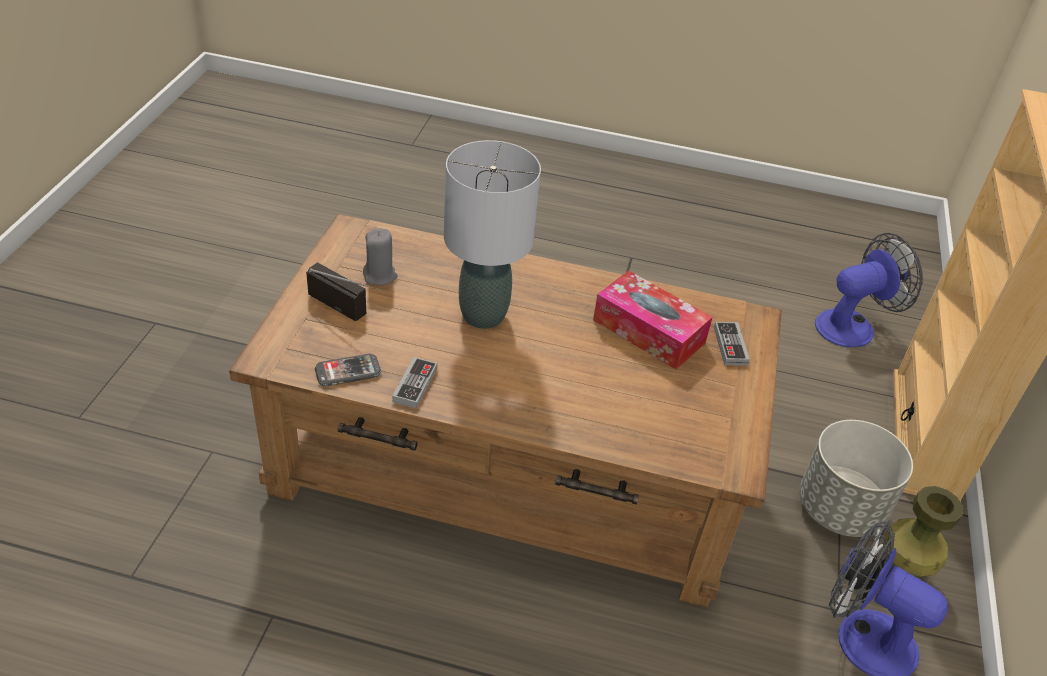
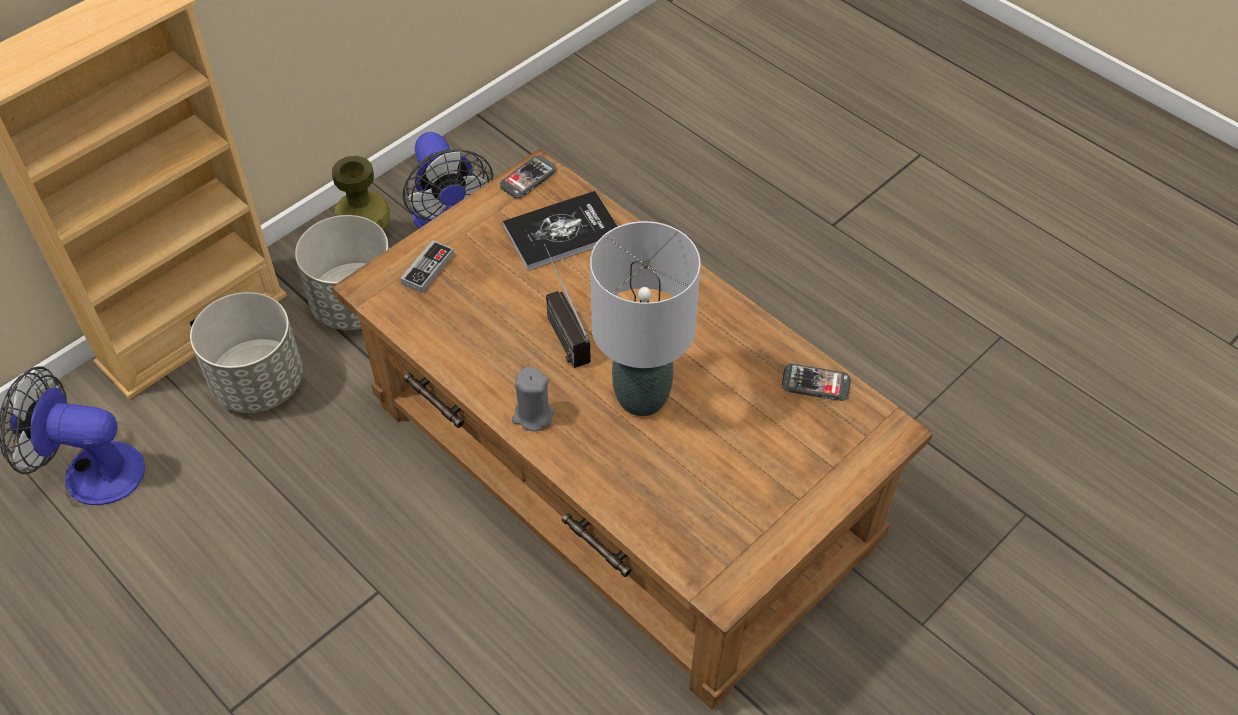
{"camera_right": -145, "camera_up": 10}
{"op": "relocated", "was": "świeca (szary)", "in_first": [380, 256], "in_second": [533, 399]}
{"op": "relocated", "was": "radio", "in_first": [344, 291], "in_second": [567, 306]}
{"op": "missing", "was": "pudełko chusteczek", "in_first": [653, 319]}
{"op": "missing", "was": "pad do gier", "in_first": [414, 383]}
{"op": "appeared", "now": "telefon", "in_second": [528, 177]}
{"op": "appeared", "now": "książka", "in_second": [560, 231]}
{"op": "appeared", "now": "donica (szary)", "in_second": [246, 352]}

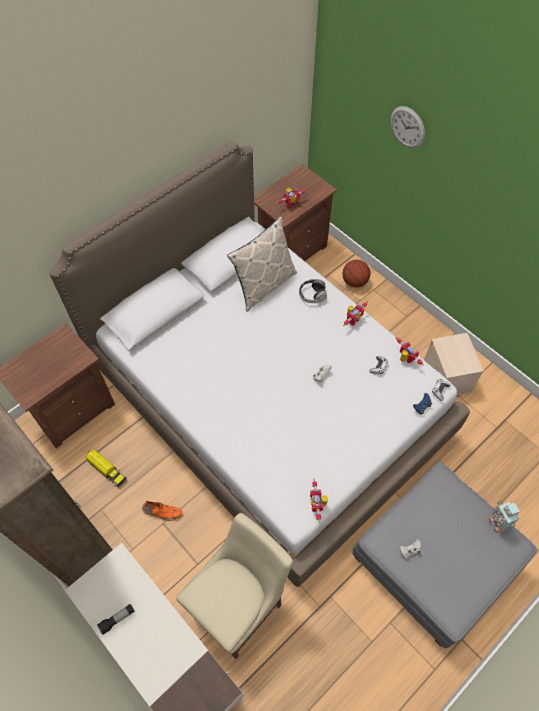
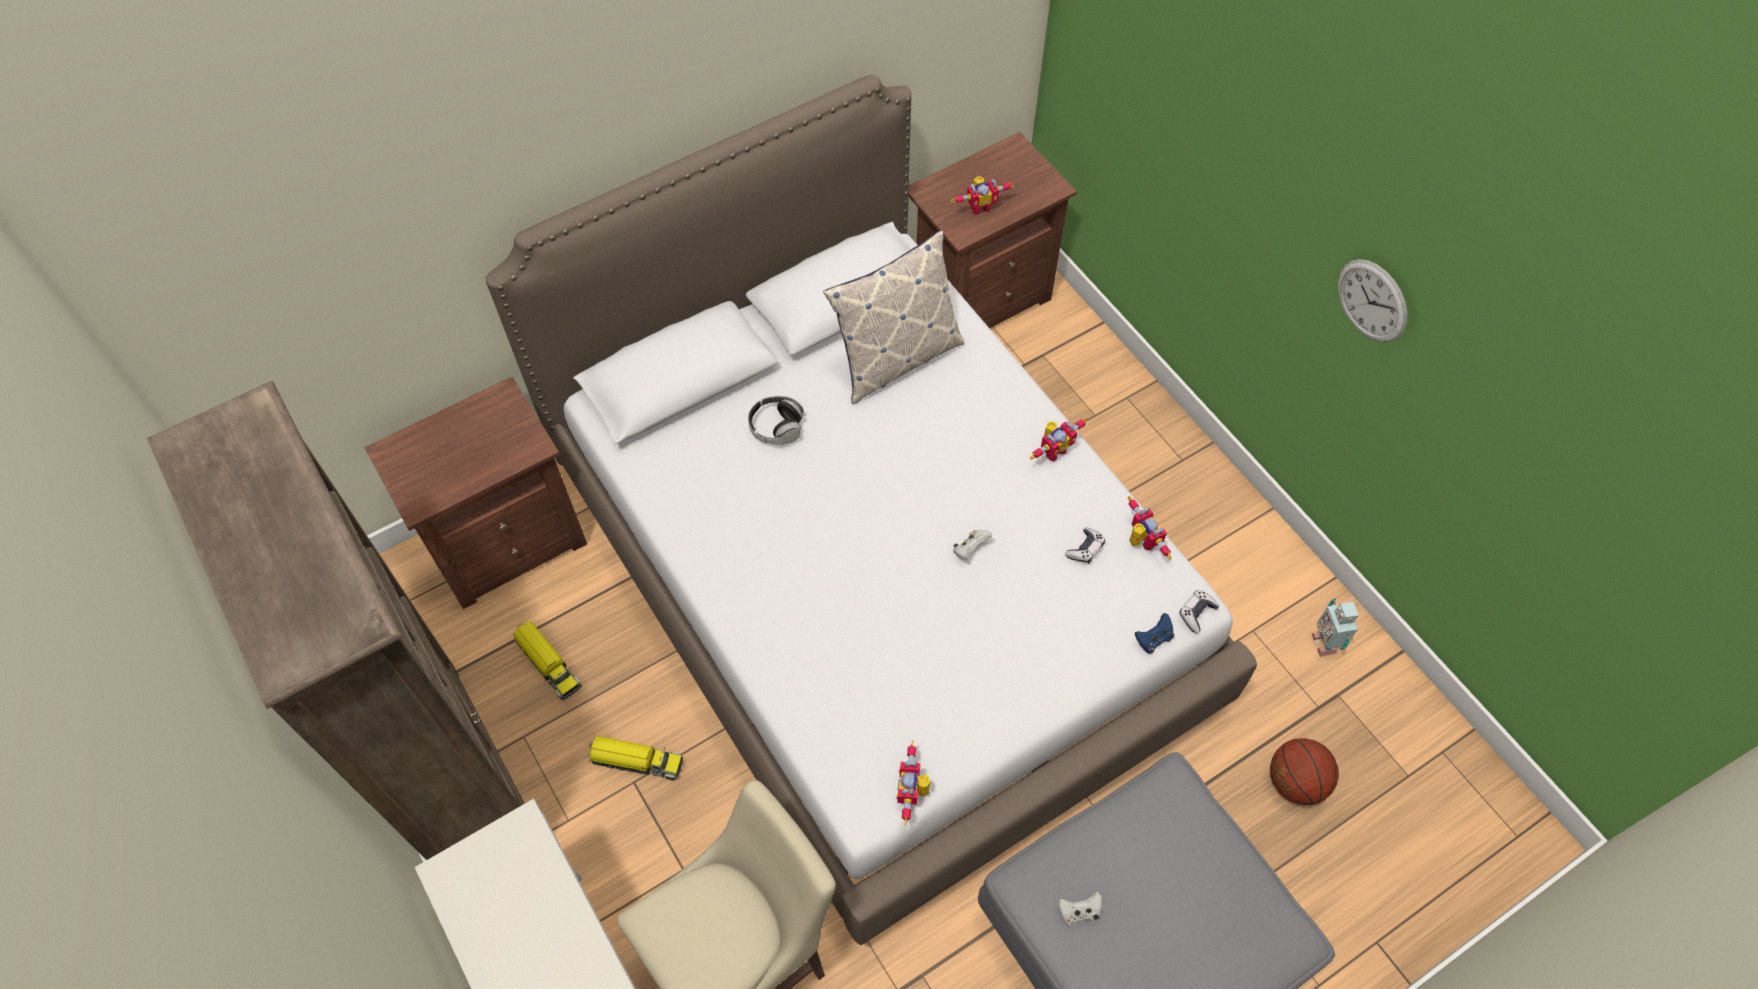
{"camera_right": 10, "camera_up": 0}
{"op": "relocated", "was": "zegar ścienny", "in_first": [407, 127], "in_second": [1372, 301]}
{"op": "relocated", "was": "piłka do koszykówki", "in_first": [356, 274], "in_second": [1304, 771]}
{"op": "relocated", "was": "słuchawki", "in_first": [313, 291], "in_second": [776, 420]}
{"op": "missing", "was": "pojemnik do przechowywania (beżowy)", "in_first": [454, 364]}
{"op": "relocated", "was": "robot zabawkowy", "in_first": [504, 516], "in_second": [1335, 628]}
{"op": "exchanged", "was": "but (pomarańczowy)", "now": "ciężarówka zabawkowa", "in_first": [162, 511], "in_second": [636, 758]}
{"op": "missing", "was": "latarka", "in_first": [116, 619]}

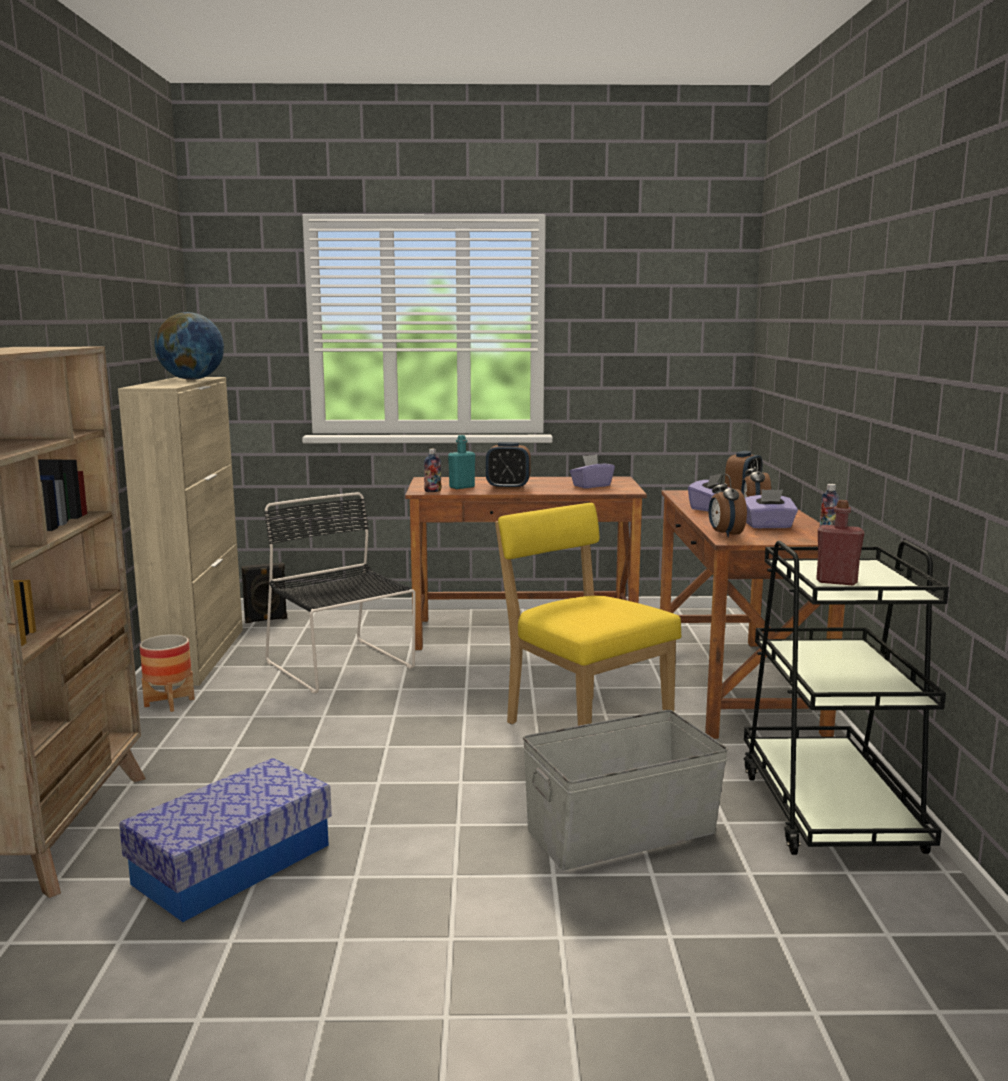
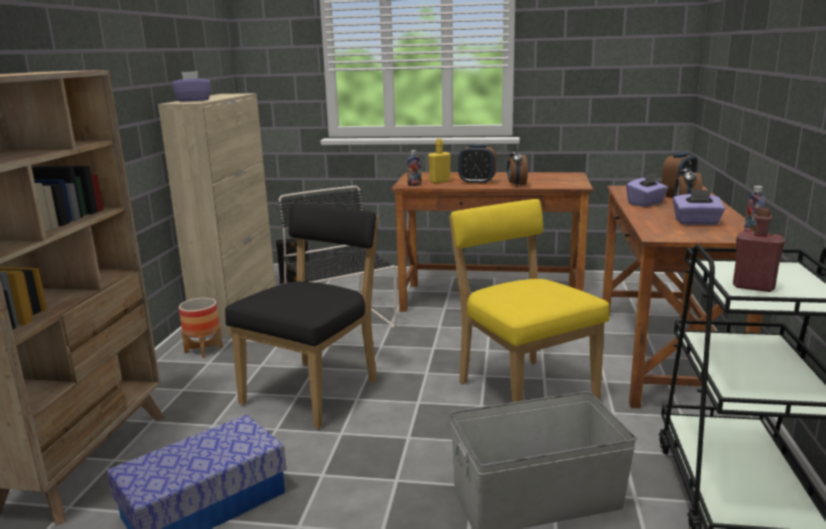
{"camera_right": 10, "camera_up": 5}
{"op": "missing", "was": "globus", "in_first": [189, 346]}
{"op": "colour", "was": "butelka (turkusowy)", "now": "butelka (żółty)", "in_first": [461, 462], "in_second": [439, 161]}
{"op": "relocated", "was": "pudełko chusteczek (fioletowy)", "in_first": [592, 471], "in_second": [191, 86]}
{"op": "relocated", "was": "budzik", "in_first": [728, 505], "in_second": [517, 165]}
{"op": "appeared", "now": "krzesło (czarny)", "in_second": [302, 316]}

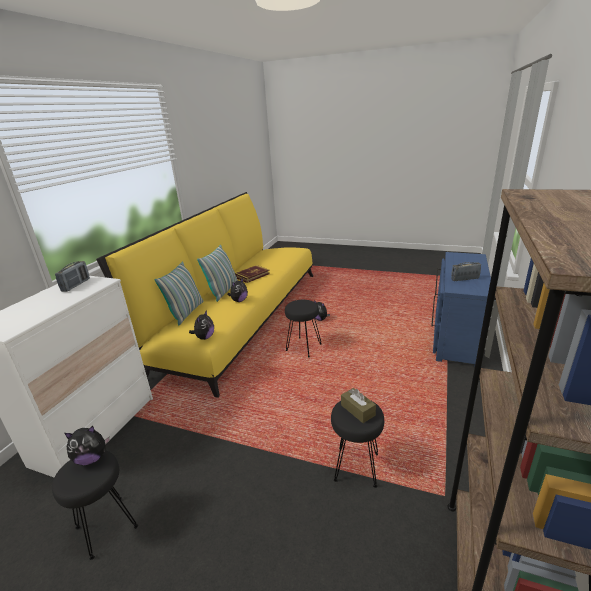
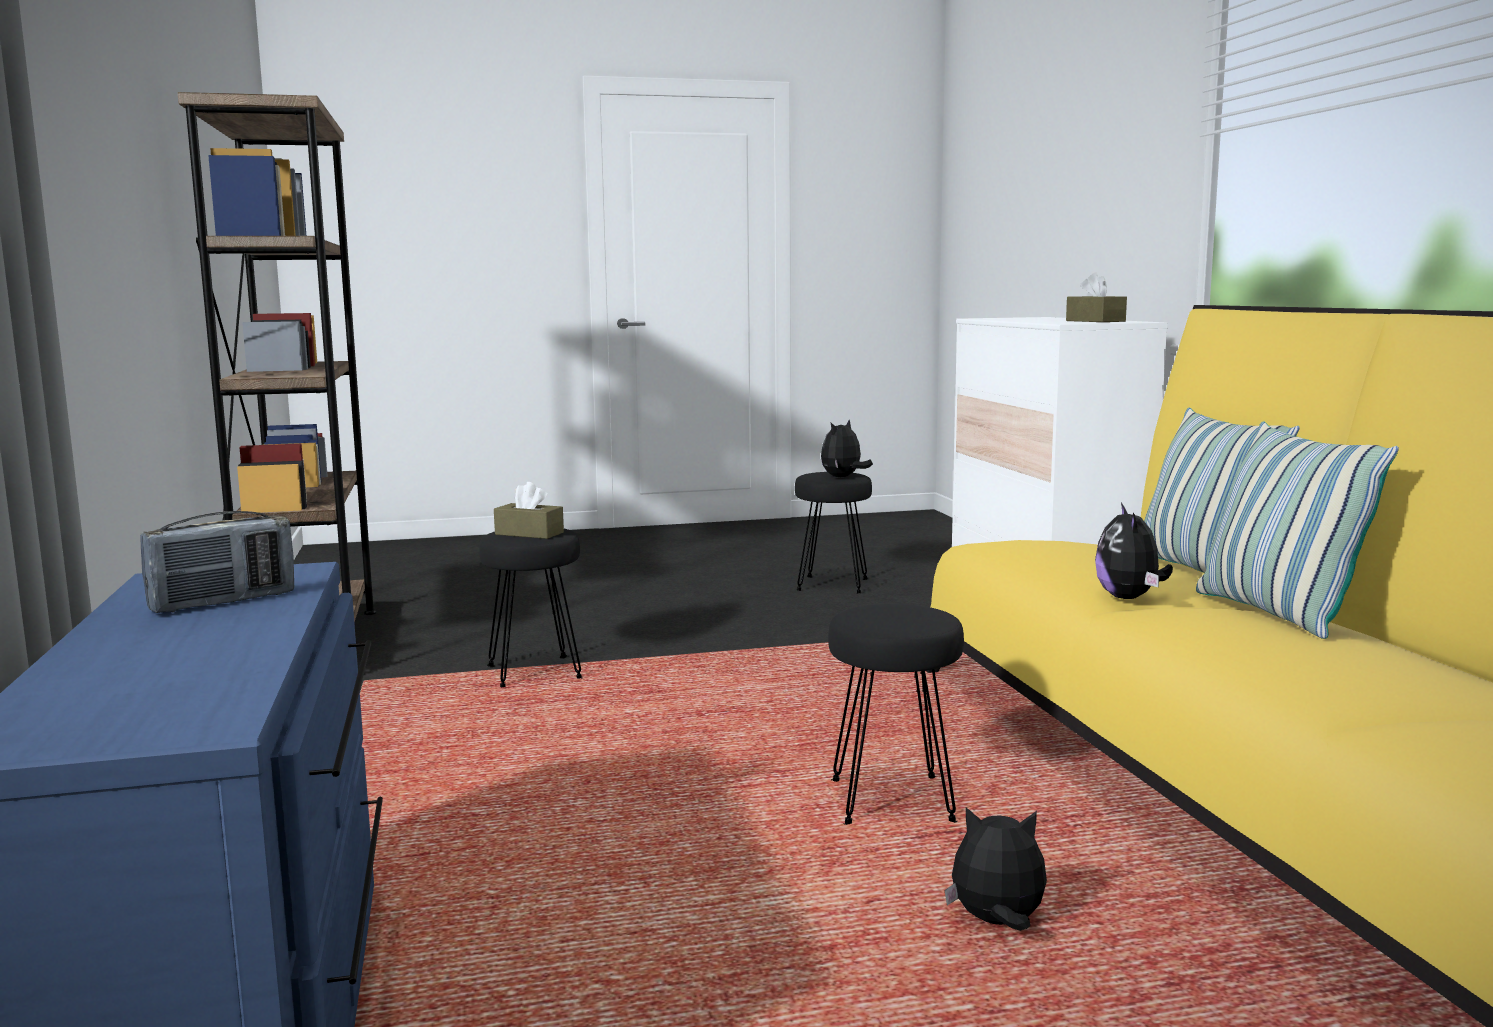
{"camera_right": 145, "camera_up": -15}
{"op": "exchanged", "was": "radio", "now": "pudełko chusteczek (brązowy)", "in_first": [72, 276], "in_second": [1096, 297]}
{"op": "missing", "was": "książka", "in_first": [252, 274]}
{"op": "missing", "was": "pluszak", "in_first": [201, 325]}

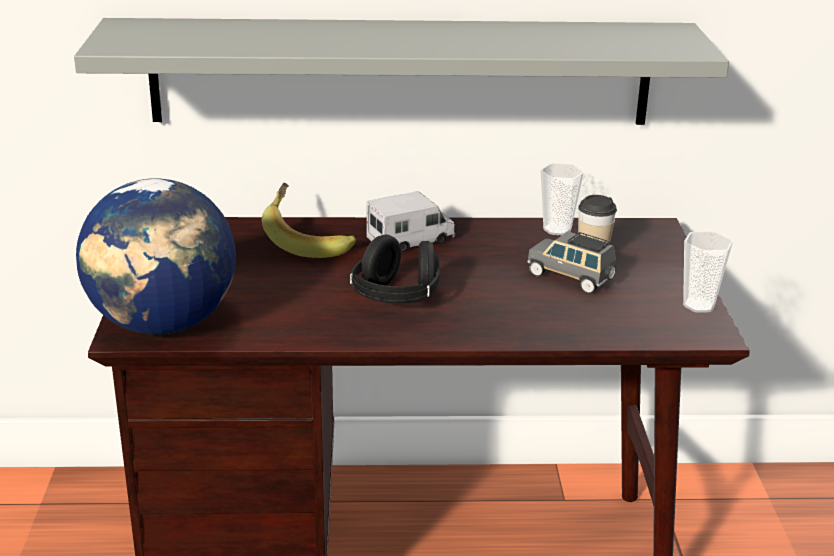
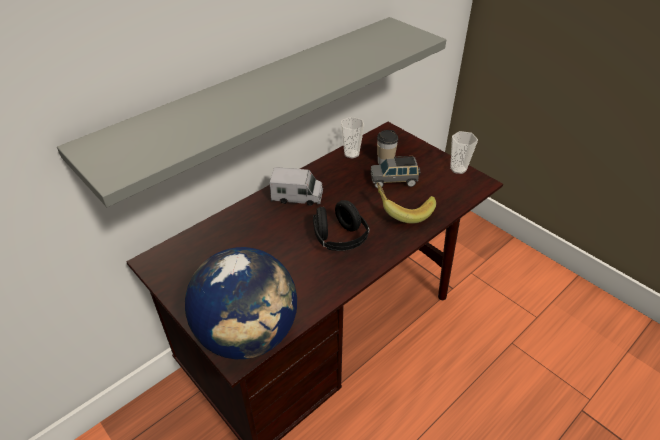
{"camera_right": -40, "camera_up": 15}
{"op": "relocated", "was": "banan", "in_first": [309, 220], "in_second": [406, 203]}
{"op": "spun", "was": "ciężarówka zabawkowa", "in_first": [410, 221], "in_second": [296, 186], "clockwise": 75}

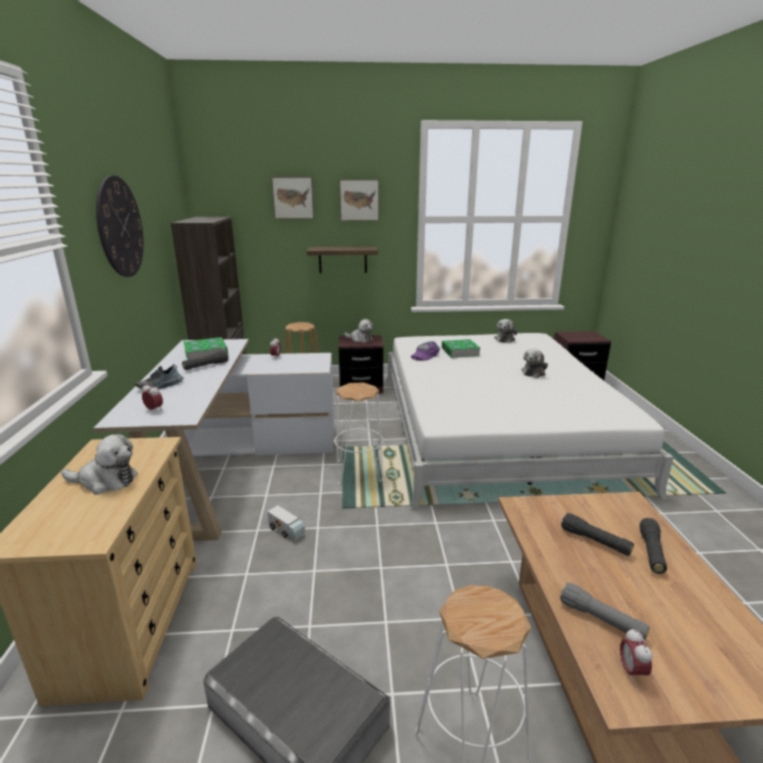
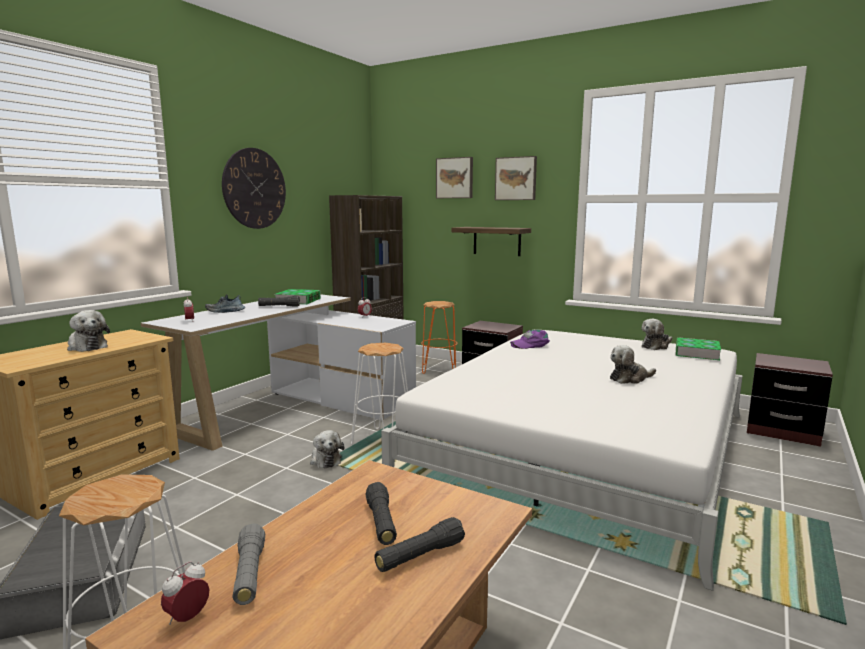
{"camera_right": 35, "camera_up": -10}
{"op": "relocated", "was": "pluszak", "in_first": [358, 331], "in_second": [327, 449]}
{"op": "relocated", "was": "książka", "in_first": [461, 348], "in_second": [698, 348]}
{"op": "missing", "was": "ciężarówka zabawkowa", "in_first": [286, 522]}

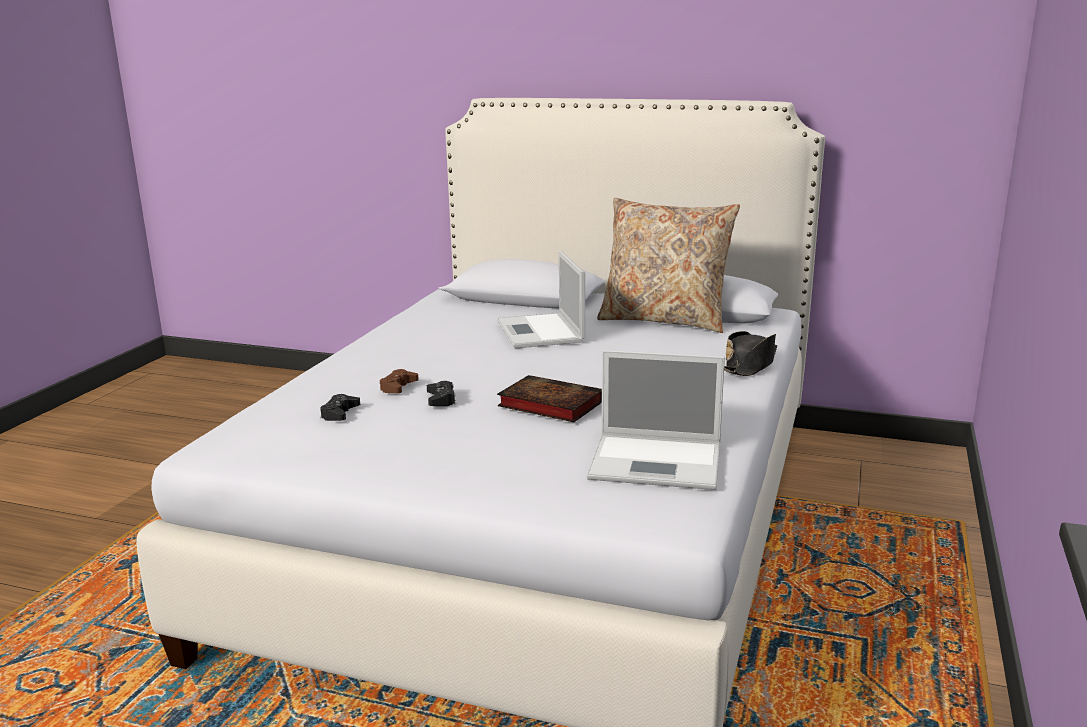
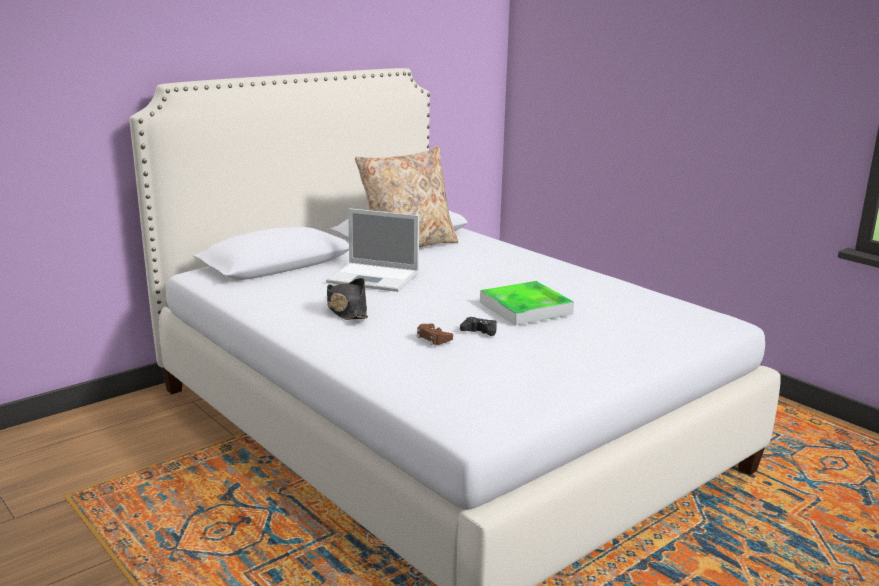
{"camera_right": -60, "camera_up": 0}
{"op": "relocated", "was": "kapelusz (czarny)", "in_first": [750, 353], "in_second": [347, 299]}
{"op": "missing", "was": "laptop", "in_first": [656, 420]}
{"op": "exchanged", "was": "książka", "now": "taca", "in_first": [549, 398], "in_second": [527, 303]}
{"op": "missing", "was": "pad do gier (czarny)", "in_first": [340, 407]}

